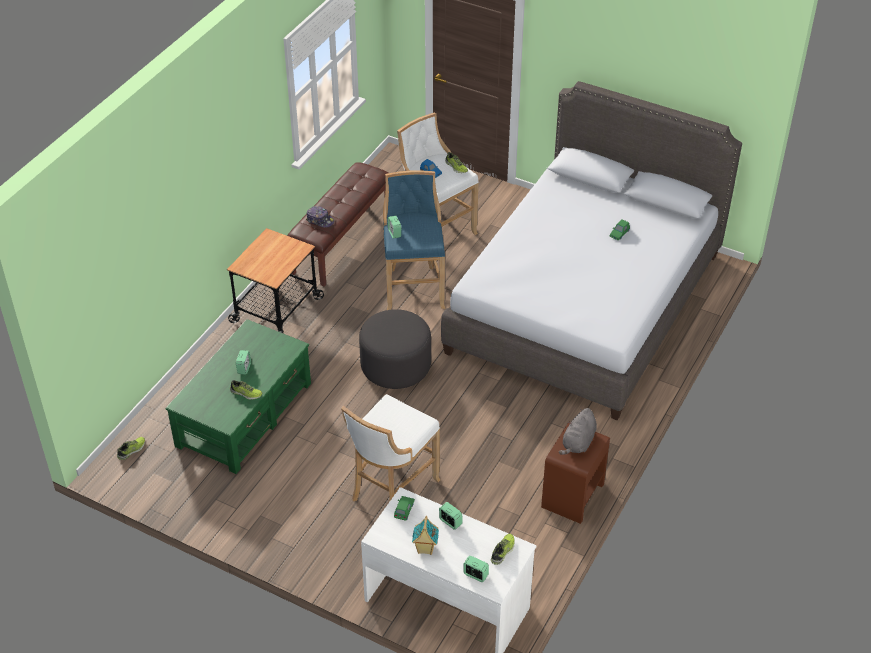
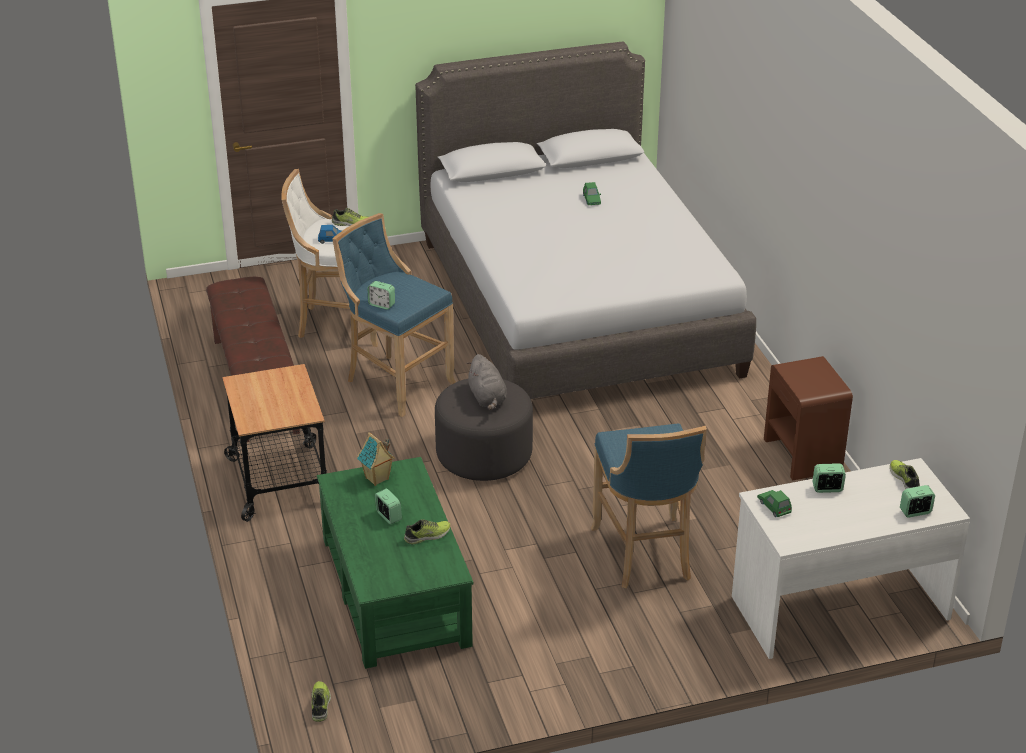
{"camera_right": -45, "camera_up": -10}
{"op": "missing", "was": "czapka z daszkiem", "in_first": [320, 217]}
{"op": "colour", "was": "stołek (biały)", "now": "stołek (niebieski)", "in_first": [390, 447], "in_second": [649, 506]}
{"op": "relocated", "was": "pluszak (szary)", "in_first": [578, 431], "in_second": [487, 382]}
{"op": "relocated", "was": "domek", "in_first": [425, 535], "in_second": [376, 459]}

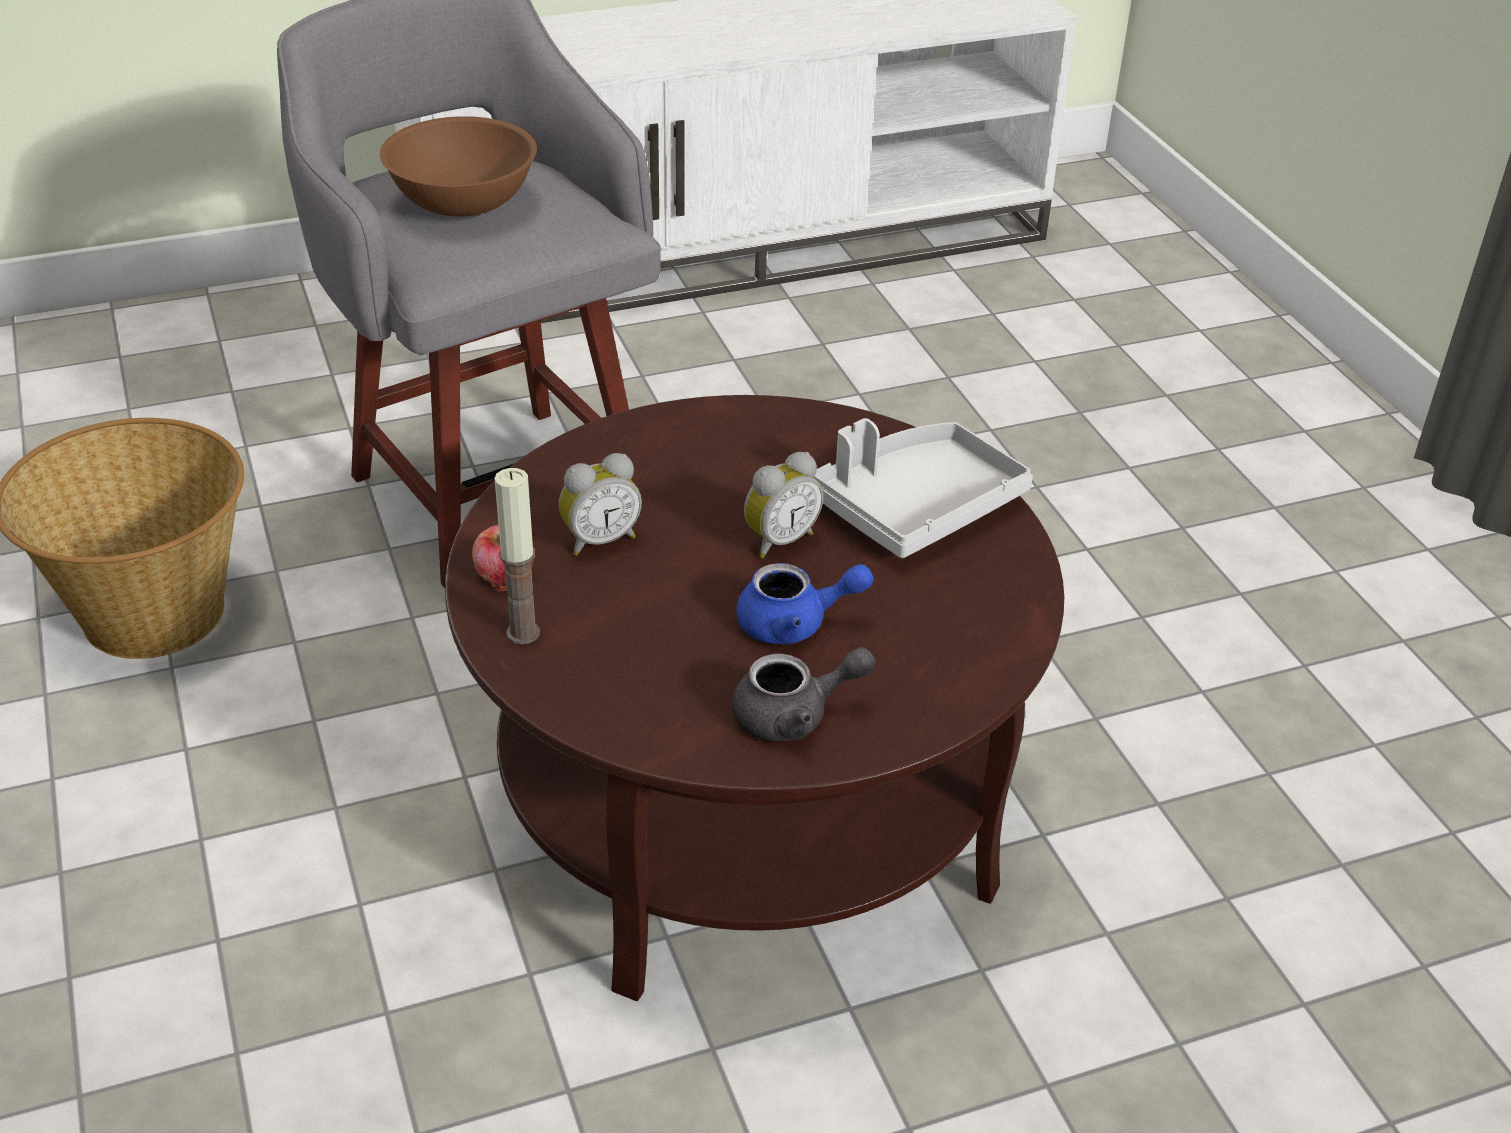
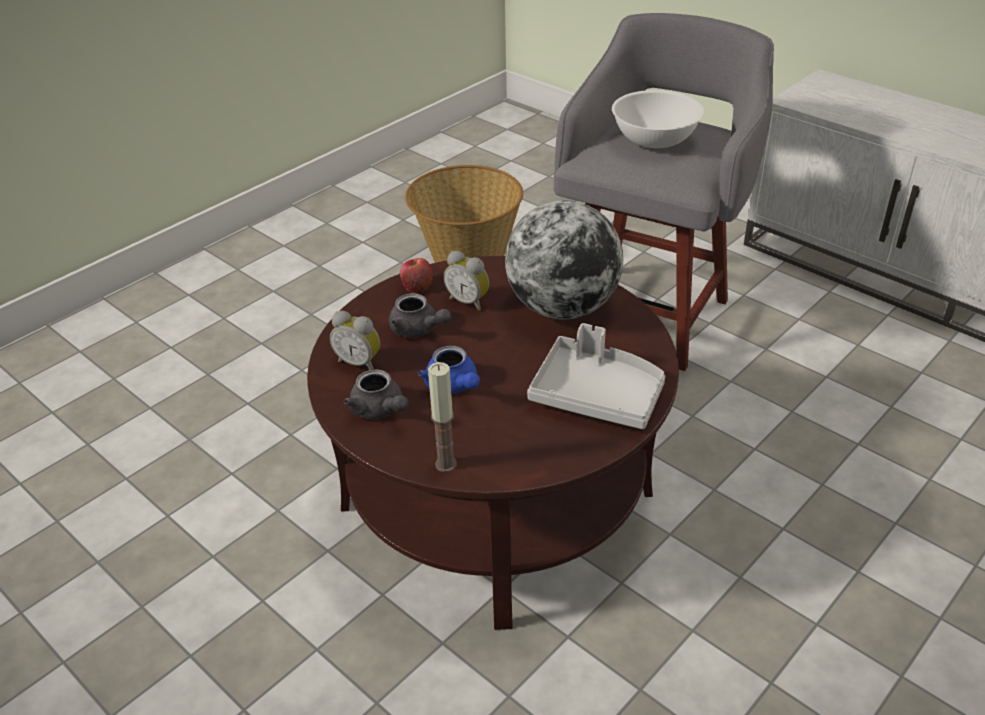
{"camera_right": 65, "camera_up": 0}
{"op": "colour", "was": "miska (brązowy)", "now": "miska (biały)", "in_first": [458, 166], "in_second": [658, 119]}
{"op": "relocated", "was": "budzik", "in_first": [783, 505], "in_second": [355, 340]}
{"op": "relocated", "was": "świeca", "in_first": [517, 556], "in_second": [442, 417]}
{"op": "appeared", "now": "globus", "in_second": [564, 259]}
{"op": "appeared", "now": "imbryk (szary)", "in_second": [420, 315]}

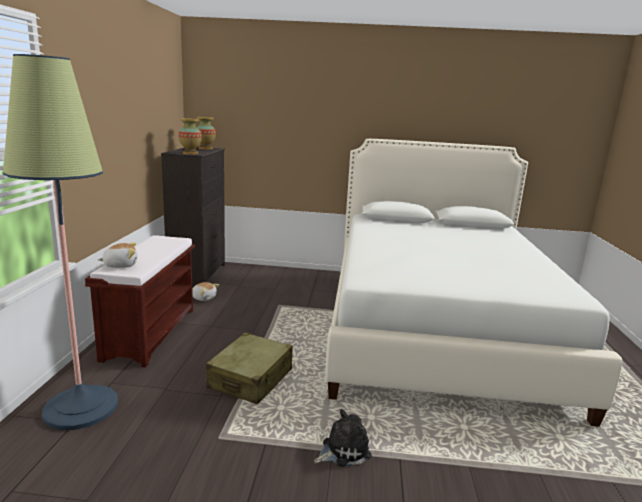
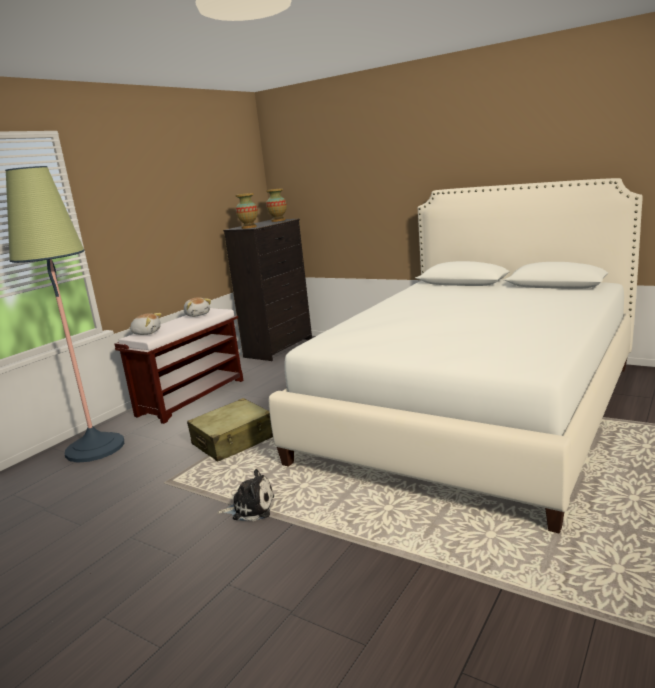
{"camera_right": 30, "camera_up": 0}
{"op": "relocated", "was": "pluszak", "in_first": [205, 291], "in_second": [197, 307]}

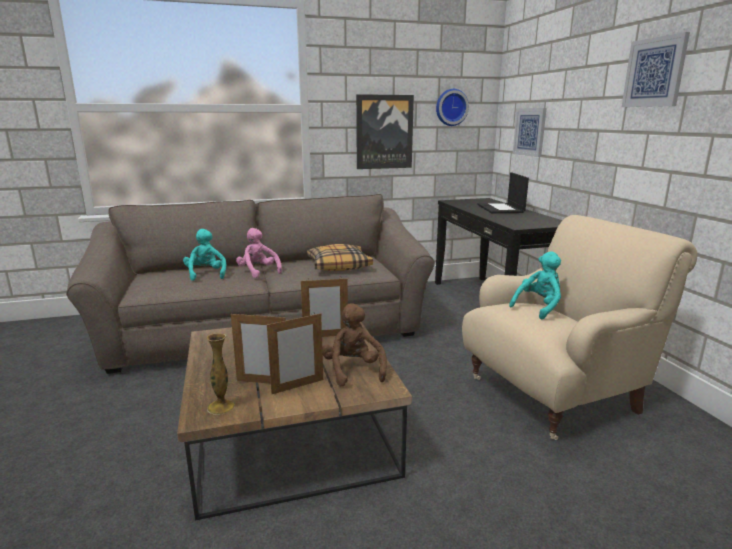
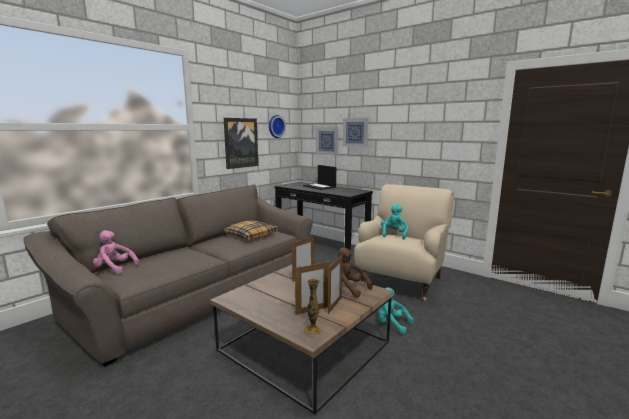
{"camera_right": -35, "camera_up": -5}
{"op": "relocated", "was": "obraz", "in_first": [656, 69], "in_second": [355, 132]}
{"op": "relocated", "was": "pluszak (różowy)", "in_first": [259, 253], "in_second": [116, 252]}
{"op": "relocated", "was": "pluszak (turkusowy)", "in_first": [204, 255], "in_second": [396, 311]}

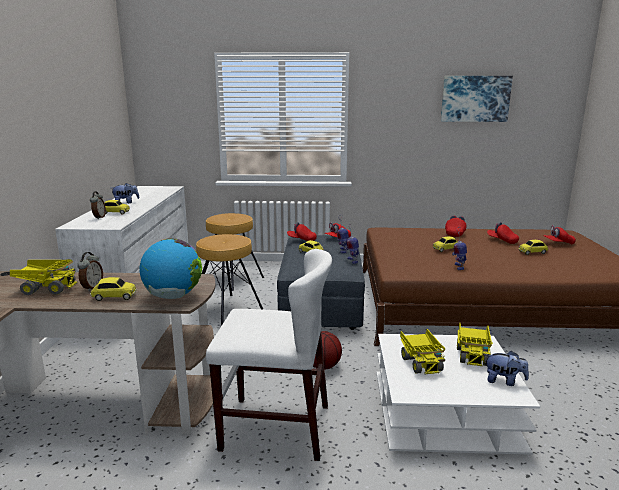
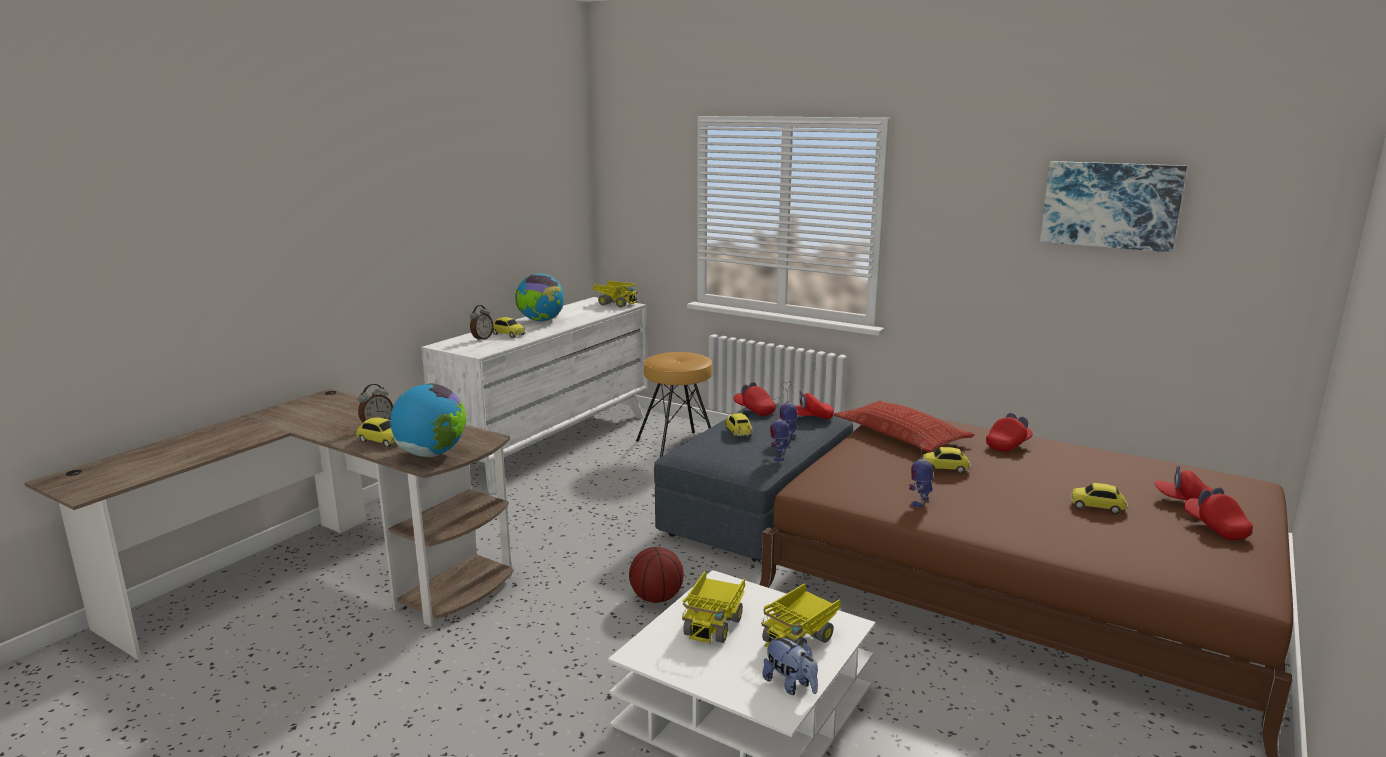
{"camera_right": 30, "camera_up": 0}
{"op": "exchanged", "was": "pluszak", "now": "globus", "in_first": [125, 193], "in_second": [540, 297]}
{"op": "relocated", "was": "czapka z daszkiem (czerwony)", "in_first": [503, 233], "in_second": [1218, 513]}
{"op": "missing", "was": "stołek (brązowy)", "in_first": [229, 280]}
{"op": "missing", "was": "krzesło (biały)", "in_first": [269, 355]}
{"op": "relocated", "was": "ciężarówka zabawkowa", "in_first": [43, 277], "in_second": [615, 294]}
{"op": "appeared", "now": "poduszka", "in_second": [904, 427]}

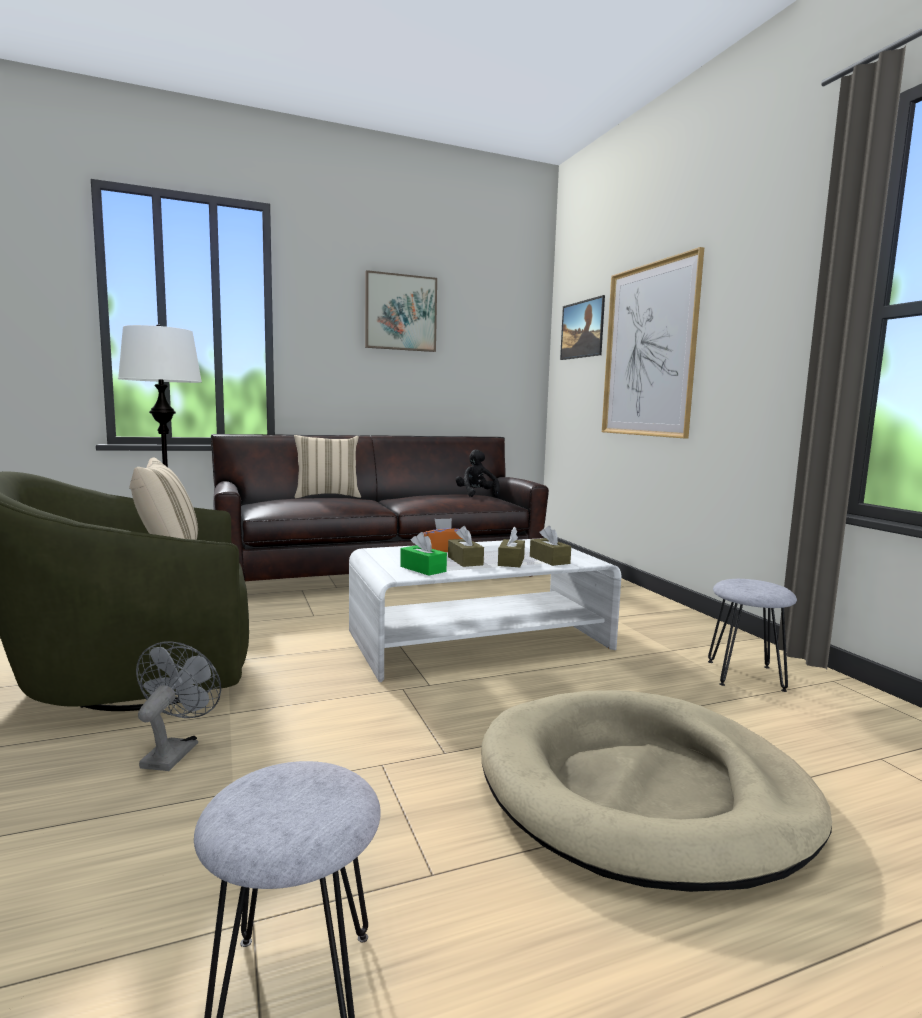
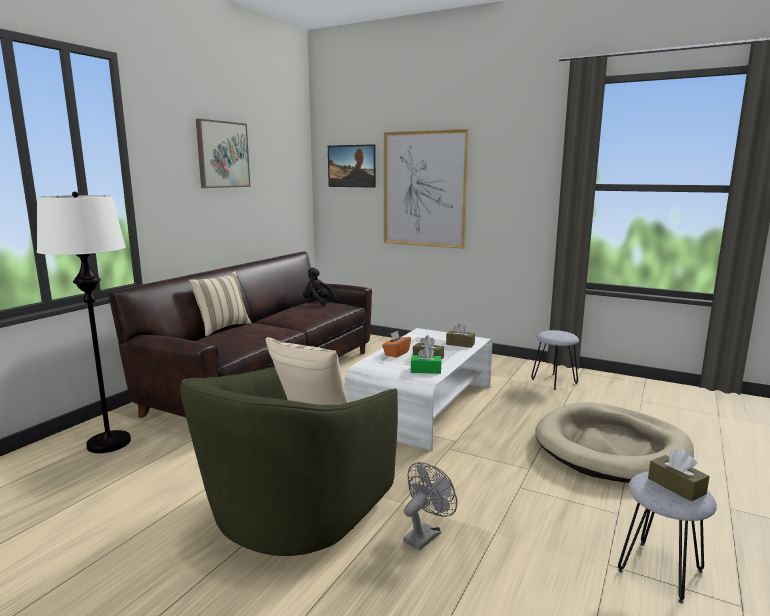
{"camera_right": -40, "camera_up": 5}
{"op": "relocated", "was": "pudełko chusteczek (brązowy)", "in_first": [511, 547], "in_second": [679, 475]}
{"op": "spun", "was": "wentylator (szary)", "in_first": [178, 706], "in_second": [430, 506], "clockwise": 75}

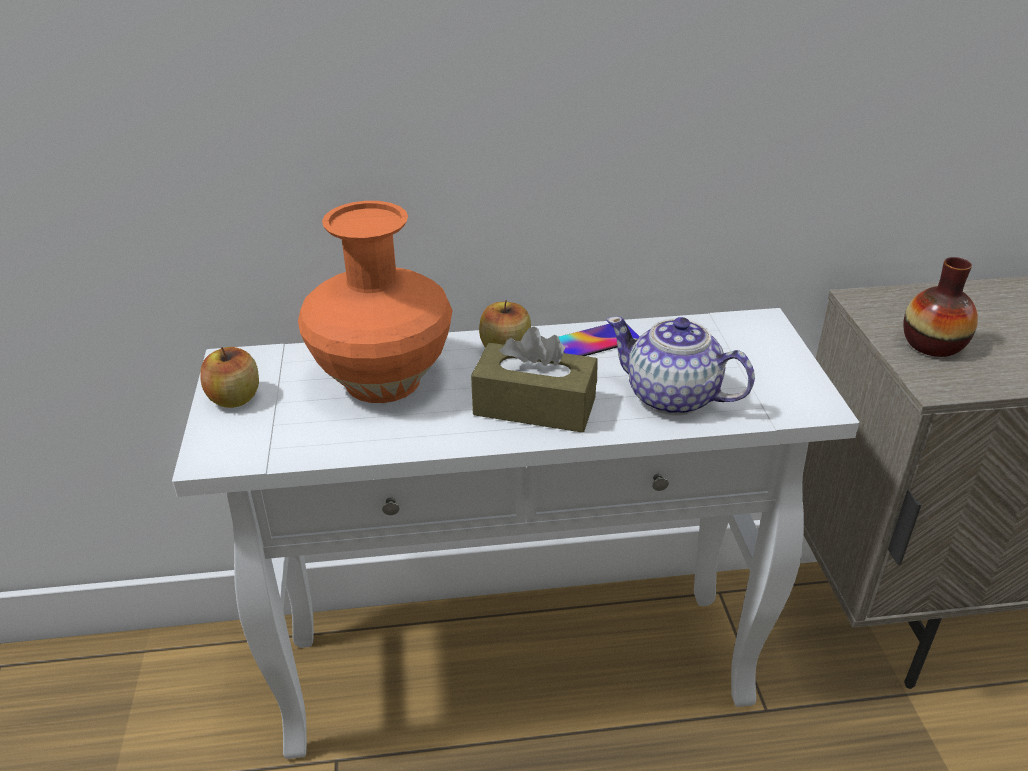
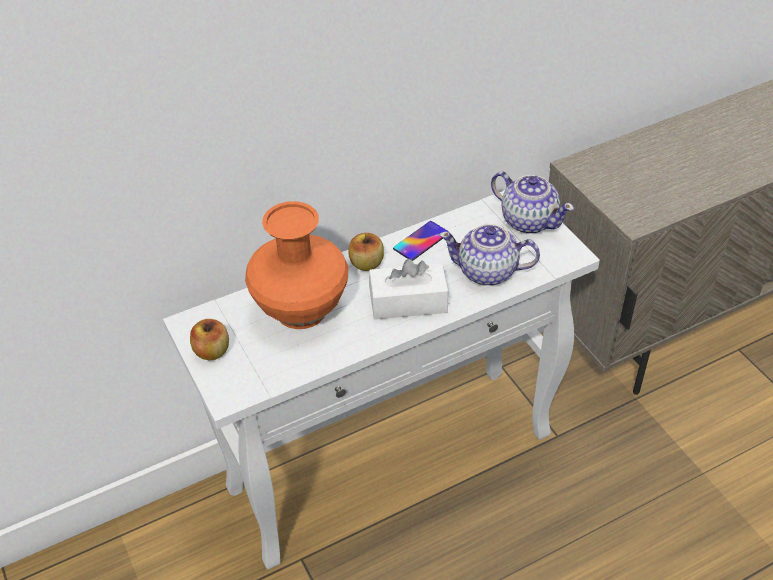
{"camera_right": -20, "camera_up": 10}
{"op": "missing", "was": "wazon", "in_first": [940, 307]}
{"op": "colour", "was": "pudełko chusteczek (brązowy)", "now": "pudełko chusteczek (biały)", "in_first": [534, 380], "in_second": [409, 289]}
{"op": "appeared", "now": "imbryk", "in_second": [532, 202]}

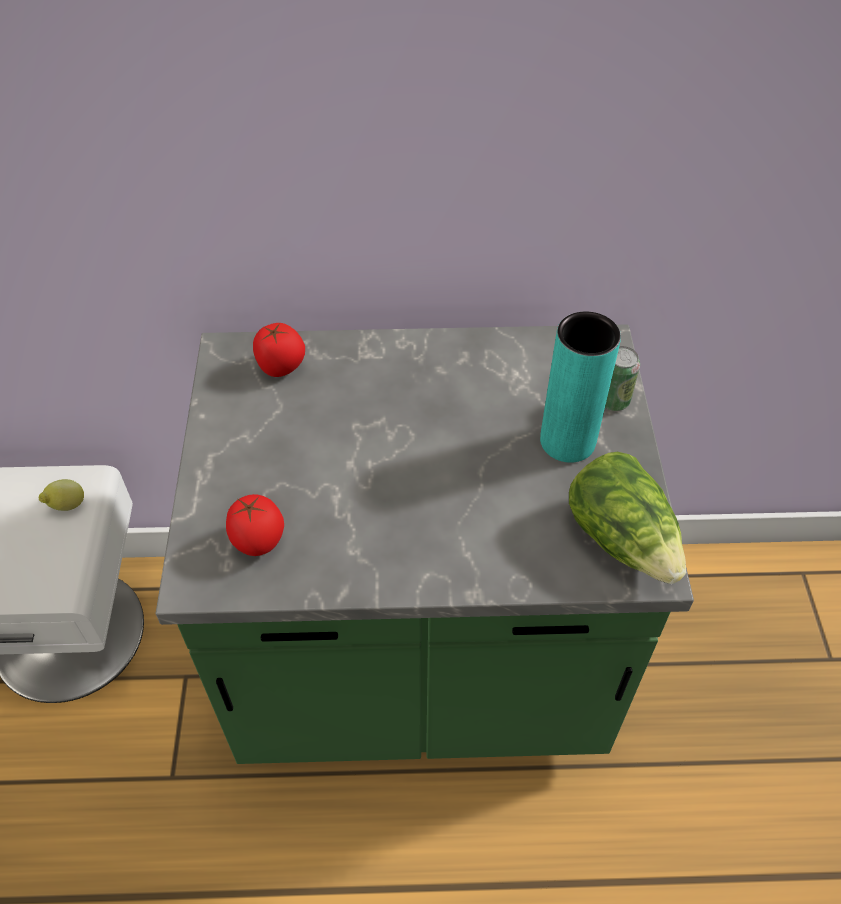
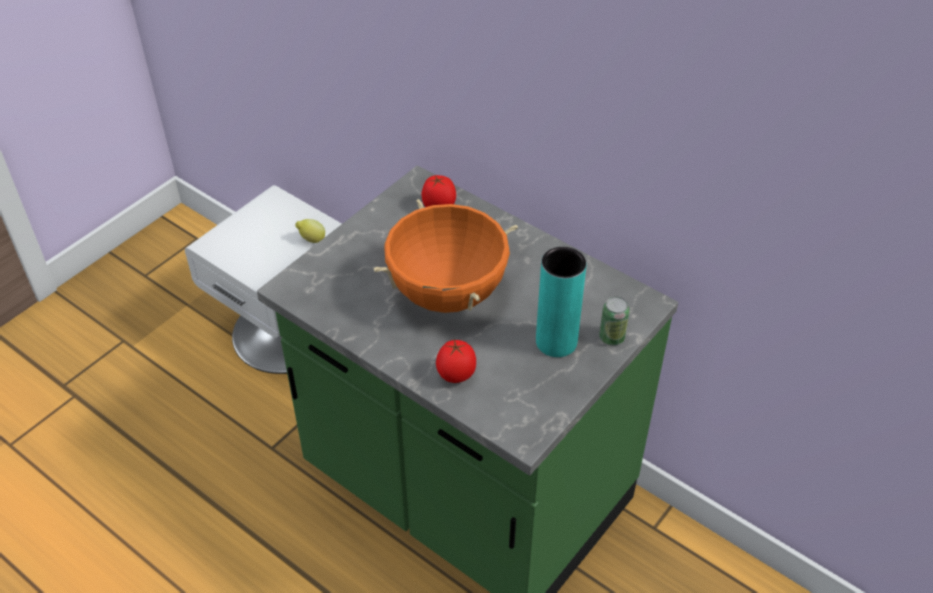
{"camera_right": 40, "camera_up": -5}
{"op": "missing", "was": "sałata", "in_first": [627, 518]}
{"op": "relocated", "was": "pomidor", "in_first": [255, 525], "in_second": [456, 361]}
{"op": "appeared", "now": "garnek (pomarańczowy)", "in_second": [445, 256]}

